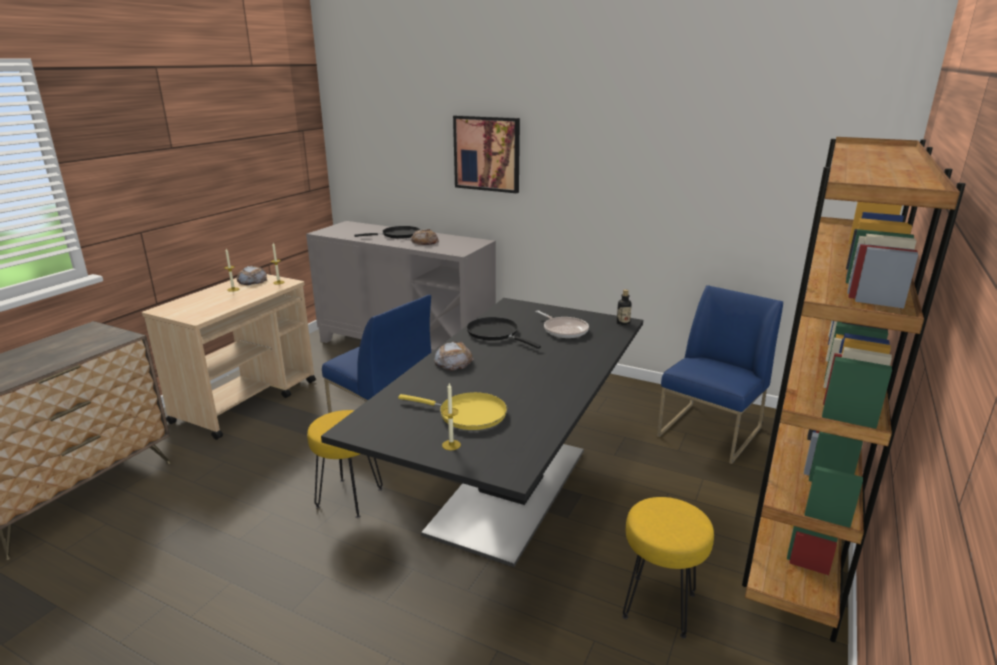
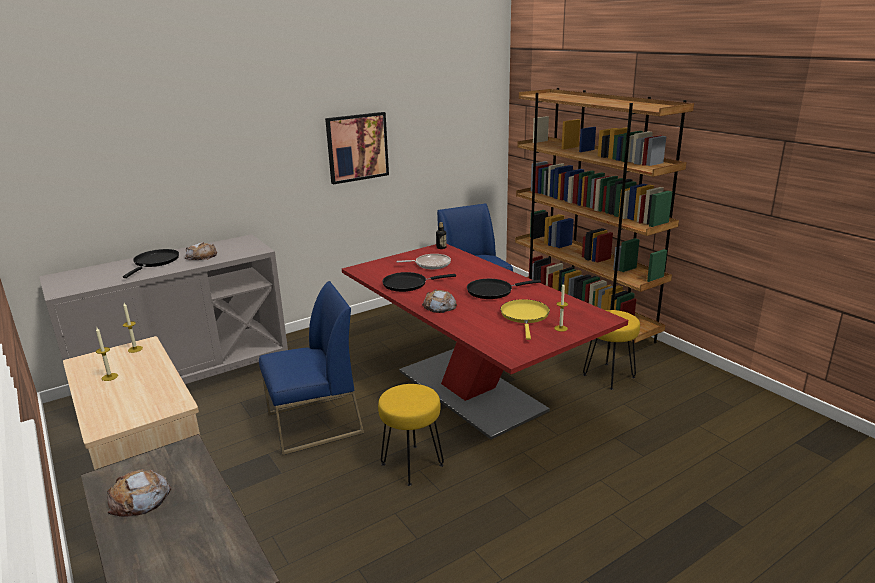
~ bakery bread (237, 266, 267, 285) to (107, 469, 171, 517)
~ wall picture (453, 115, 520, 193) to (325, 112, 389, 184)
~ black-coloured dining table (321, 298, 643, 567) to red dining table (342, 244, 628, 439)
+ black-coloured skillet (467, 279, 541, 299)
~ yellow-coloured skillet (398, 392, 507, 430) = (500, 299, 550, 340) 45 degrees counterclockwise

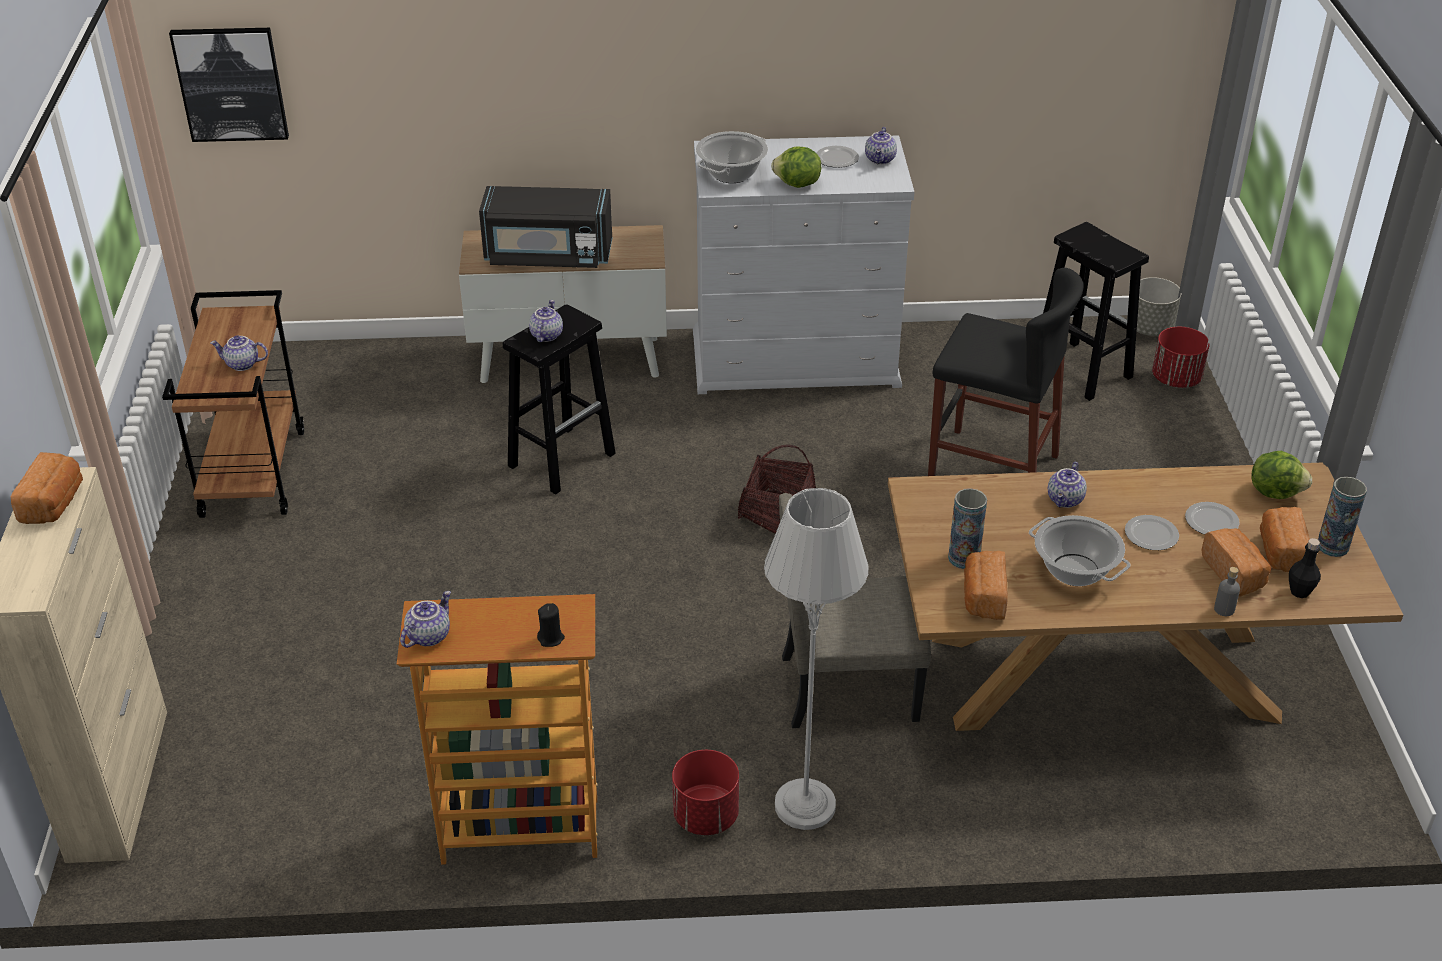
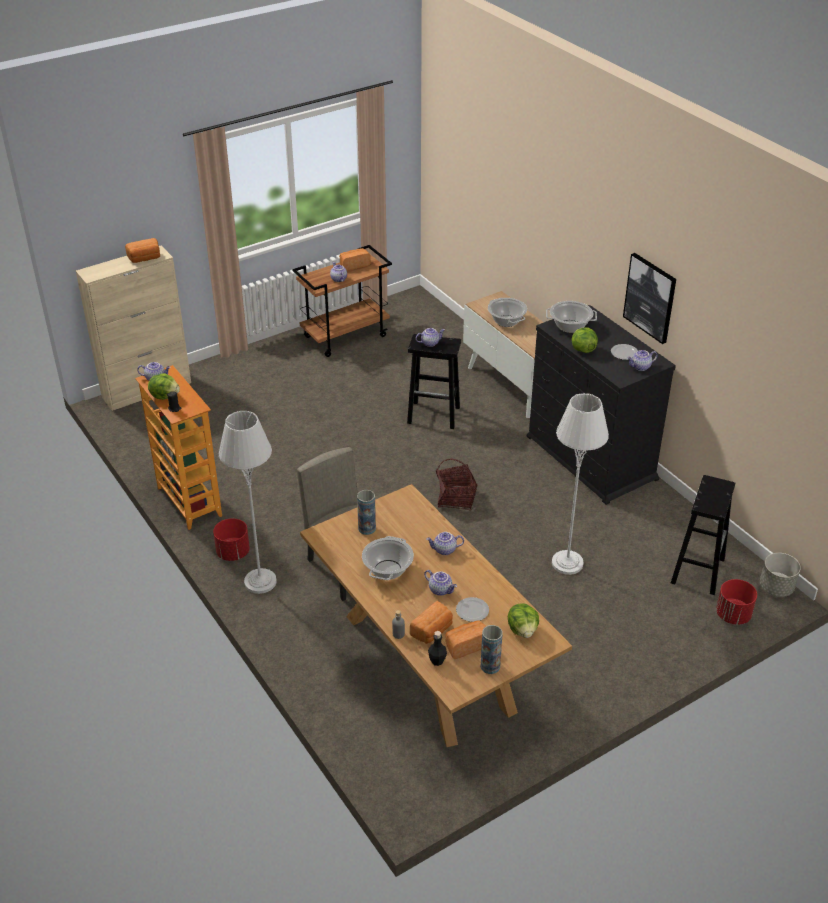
+ head of lettuce (148, 373, 180, 400)
~ bakery bread (964, 551, 1008, 620) to (339, 248, 371, 271)
~ plate (1125, 515, 1179, 550) to tea pot (424, 570, 457, 596)
~ black-coloured microwave oven (479, 186, 612, 268) to cooking pot (488, 298, 527, 327)
~ white drawer chest (693, 135, 914, 394) to black-coloured drawer chest (527, 305, 676, 505)
~ black-coloured stool (928, 268, 1083, 476) to grey floor lamp (552, 393, 609, 575)
~ wall picture (169, 28, 289, 142) to (623, 253, 676, 344)

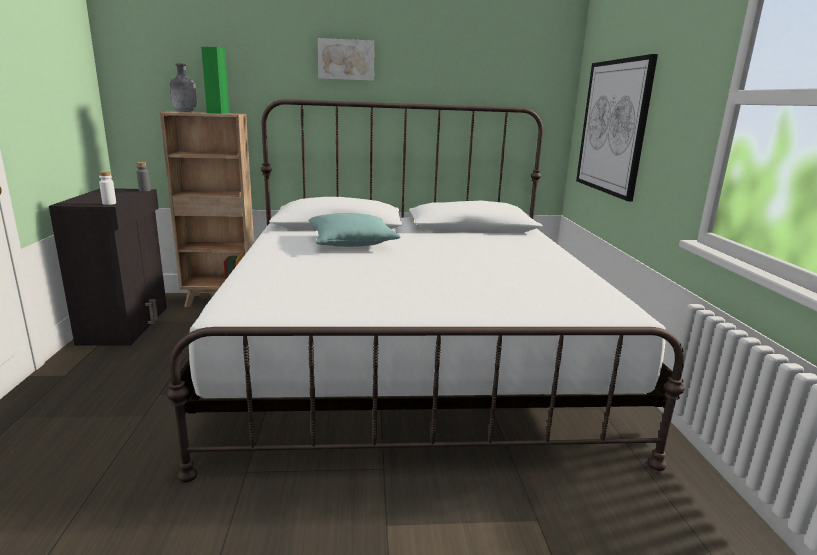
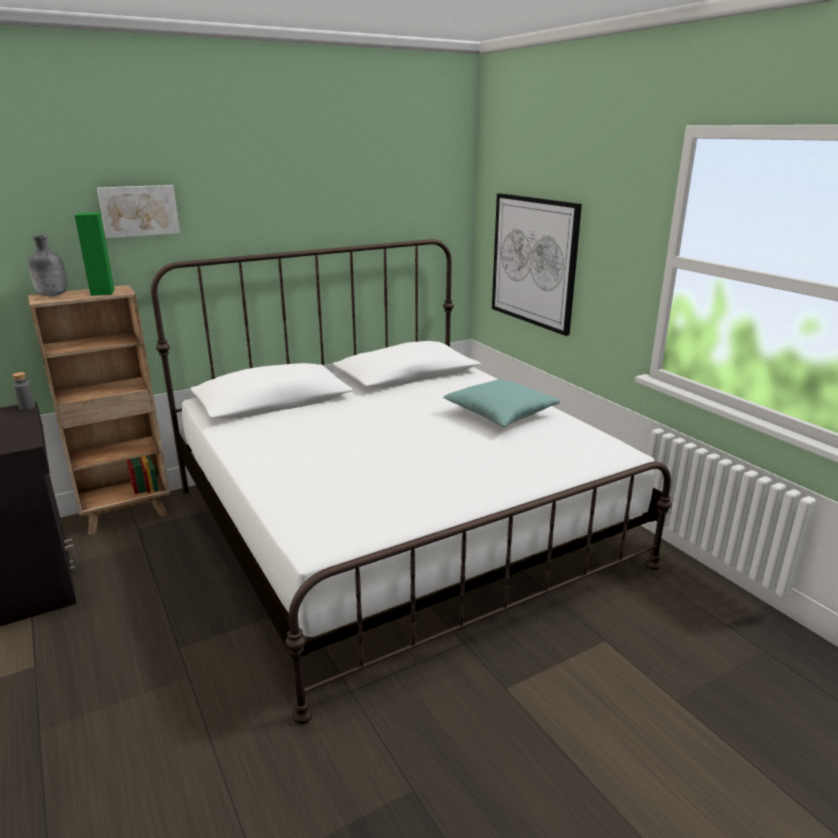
~ wall picture (318, 38, 375, 81) to (97, 185, 180, 238)
~ turquoise throw pillow (308, 213, 400, 247) to (443, 379, 560, 427)
- white bottle (99, 171, 116, 205)

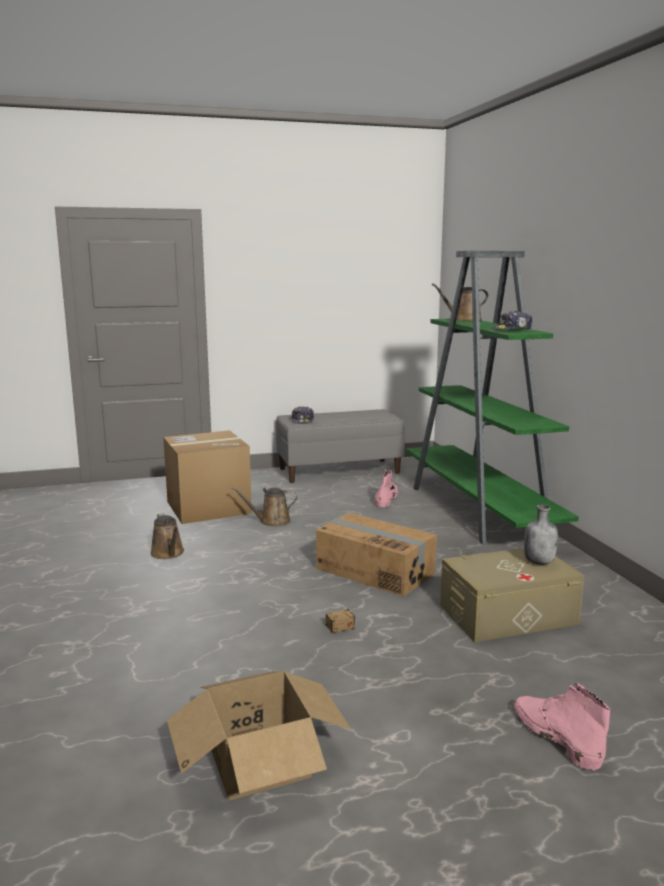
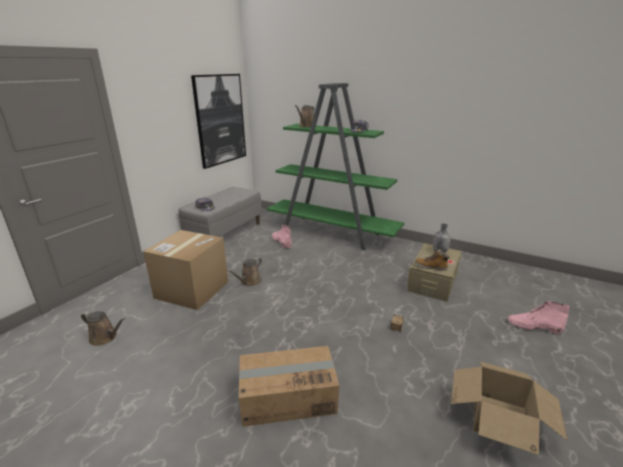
~ brown watering pot (150, 513, 184, 559) to (81, 311, 125, 346)
+ wall picture (191, 74, 246, 169)
~ packing box (316, 513, 437, 597) to (239, 346, 339, 427)
+ tall boot (415, 249, 449, 271)

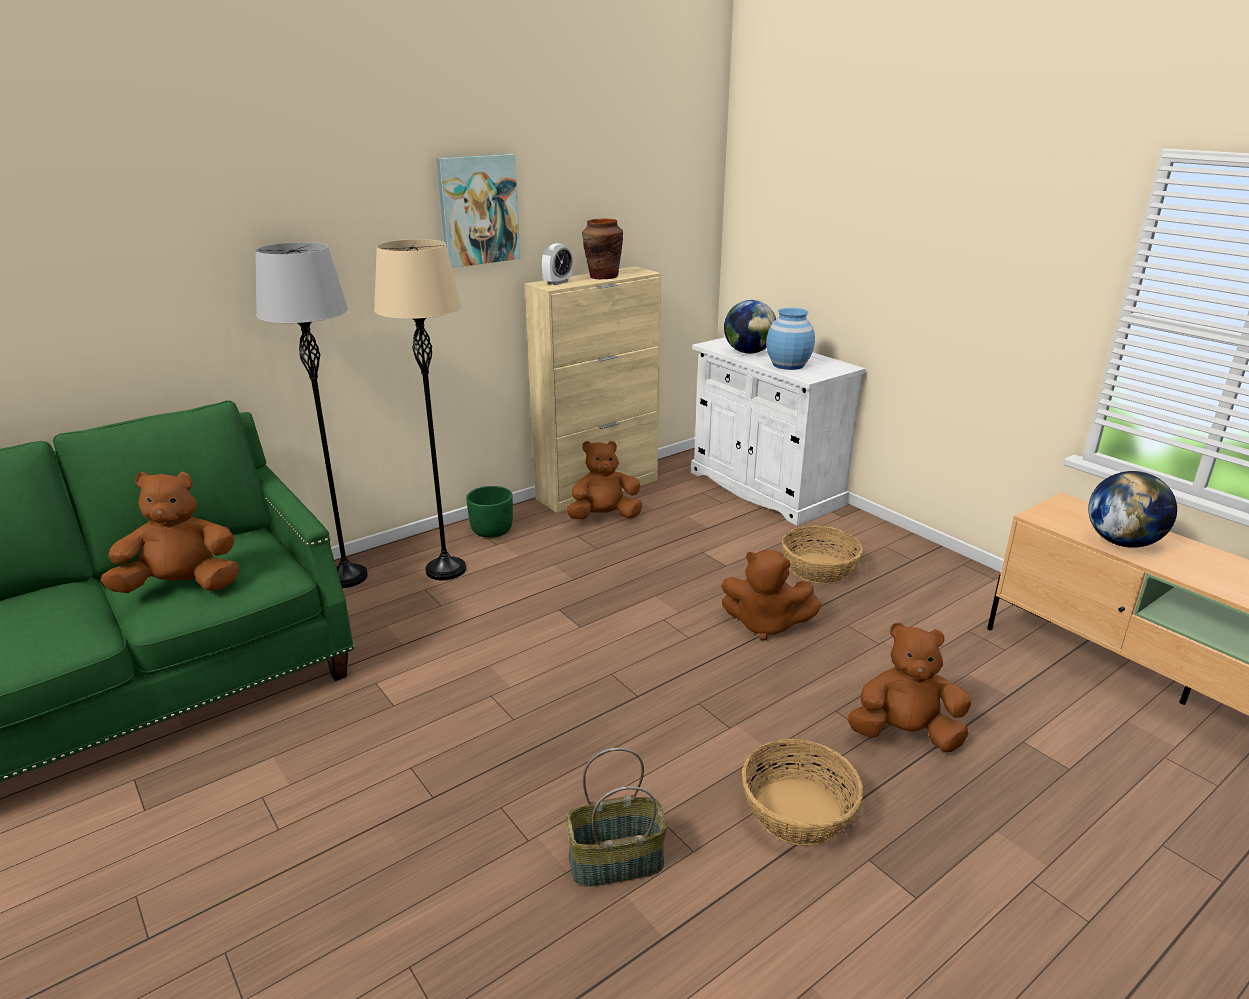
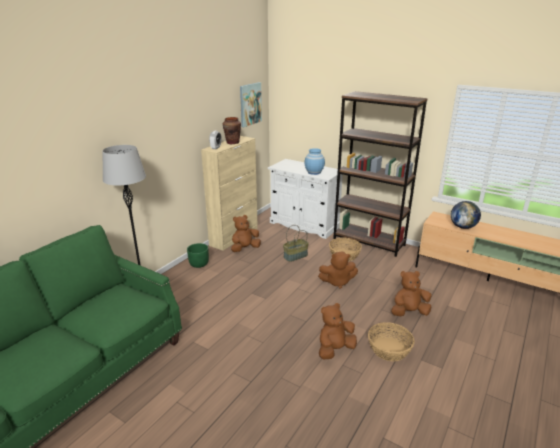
~ wall picture (437, 154, 520, 268) to (240, 82, 262, 127)
~ household basket (565, 748, 668, 887) to (283, 225, 309, 262)
~ brown cuddly toy (100, 471, 240, 593) to (319, 303, 357, 359)
+ brown bookshelf (333, 91, 428, 257)
- beige-coloured floor lamp (374, 239, 466, 581)
- desk globe (724, 300, 776, 354)

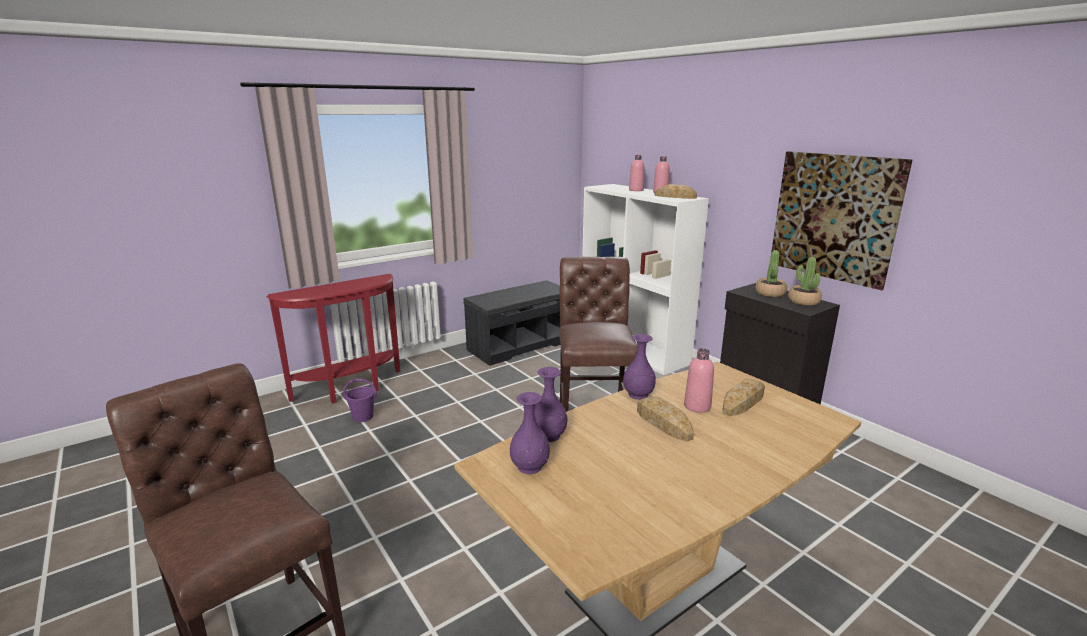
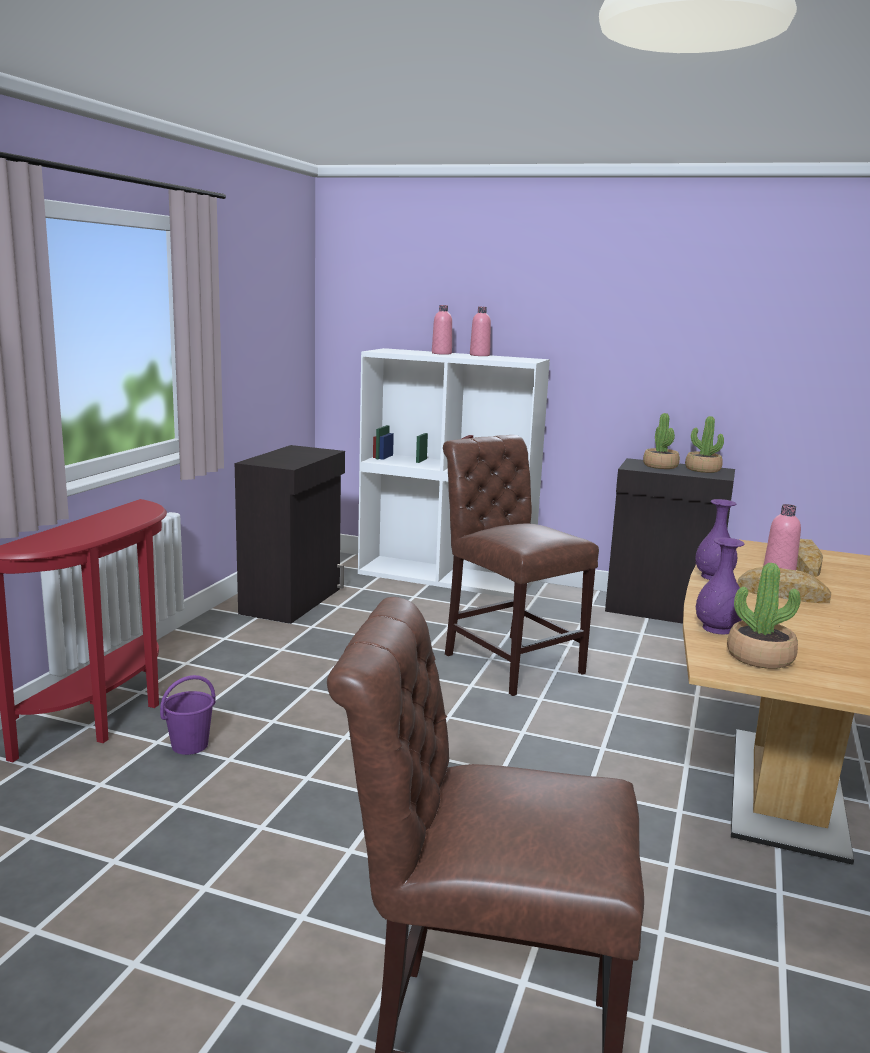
~ grey long seat (463, 280, 561, 366) to black-coloured storage cabinet (235, 445, 345, 624)
~ purple-coloured vase (510, 392, 550, 474) to potted plant (727, 563, 801, 669)
- bakery bread (655, 184, 697, 199)
- wall picture (770, 151, 913, 290)

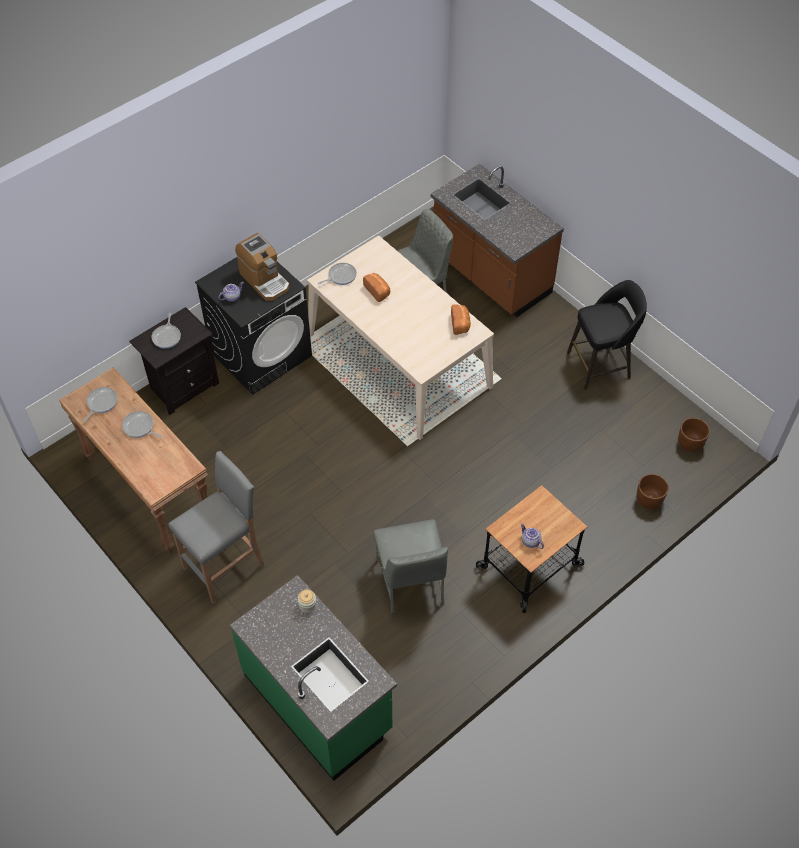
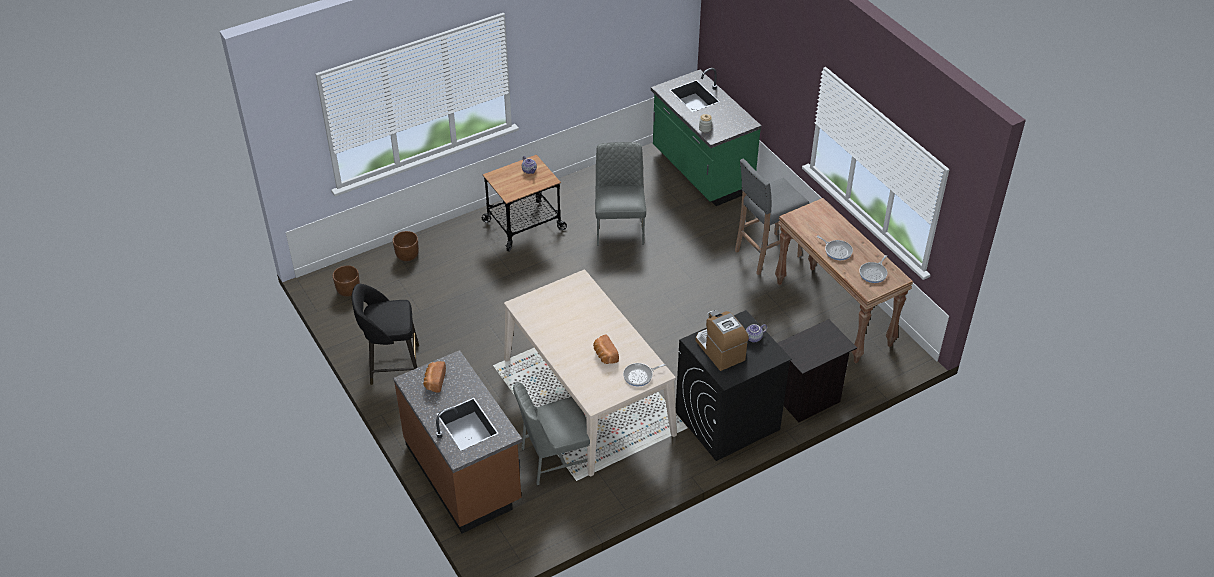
~ bakery bread (451, 304, 471, 335) to (423, 361, 446, 393)
- skillet (151, 313, 181, 349)

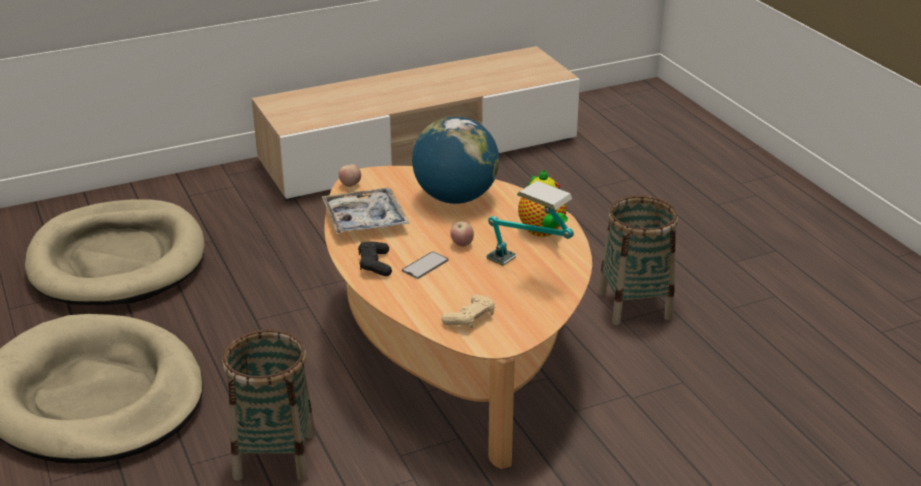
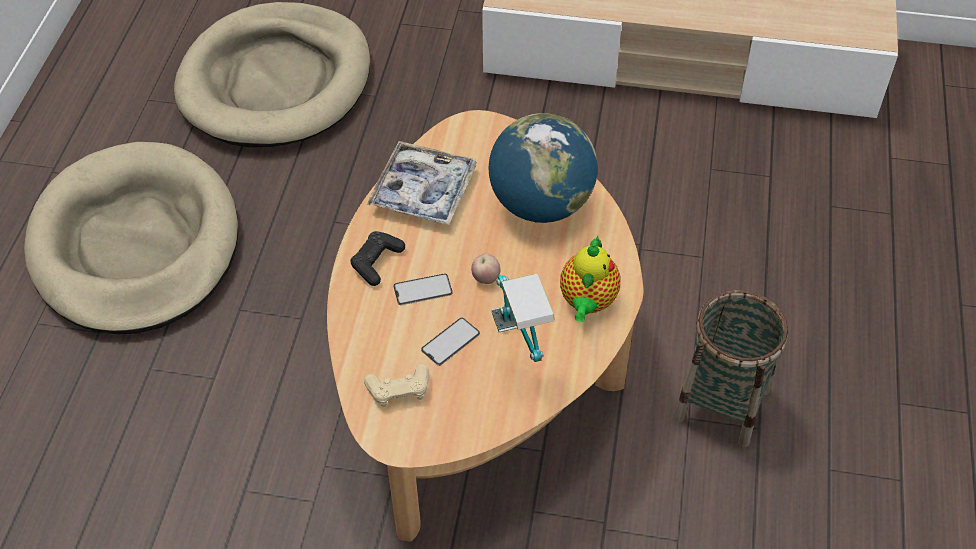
+ handset (421, 317, 480, 366)
- household basket (222, 329, 316, 481)
- whole apple (339, 164, 361, 187)

